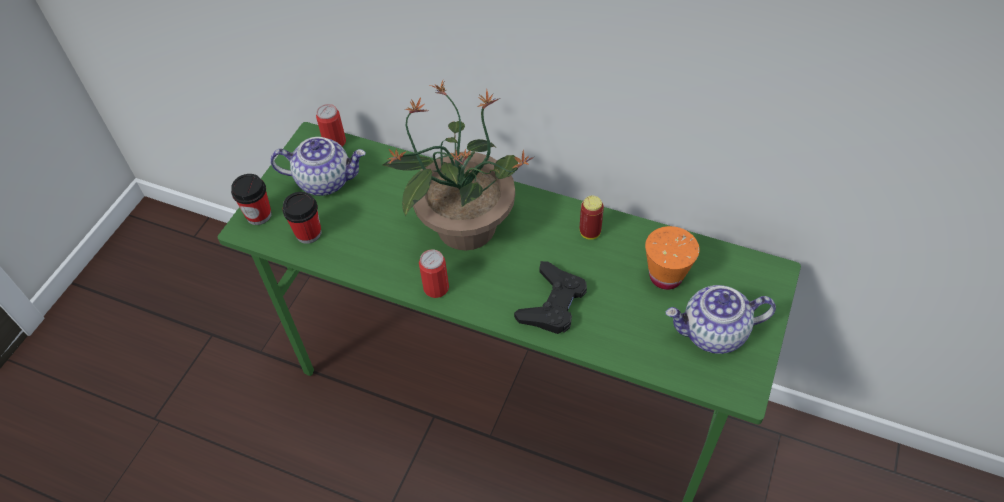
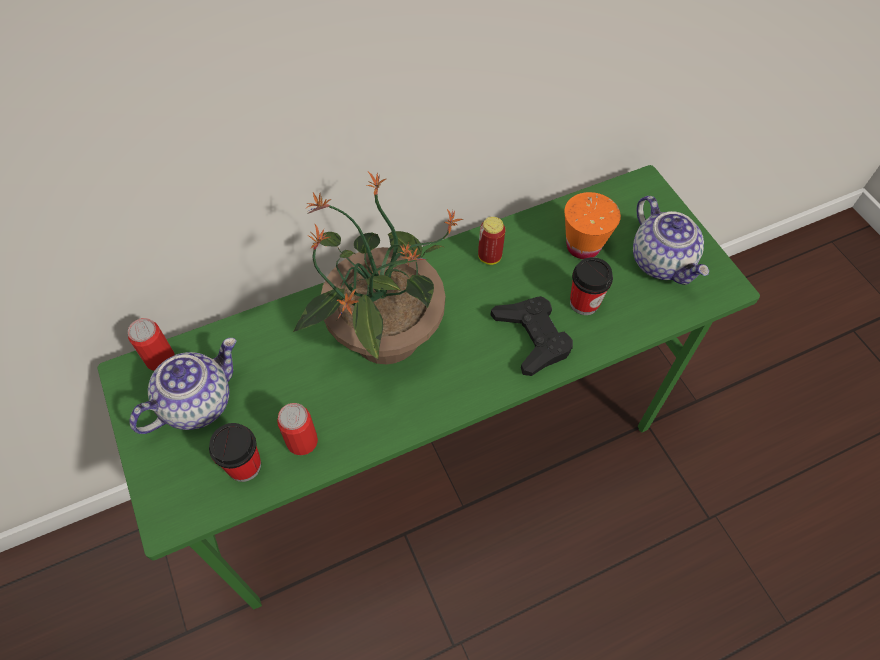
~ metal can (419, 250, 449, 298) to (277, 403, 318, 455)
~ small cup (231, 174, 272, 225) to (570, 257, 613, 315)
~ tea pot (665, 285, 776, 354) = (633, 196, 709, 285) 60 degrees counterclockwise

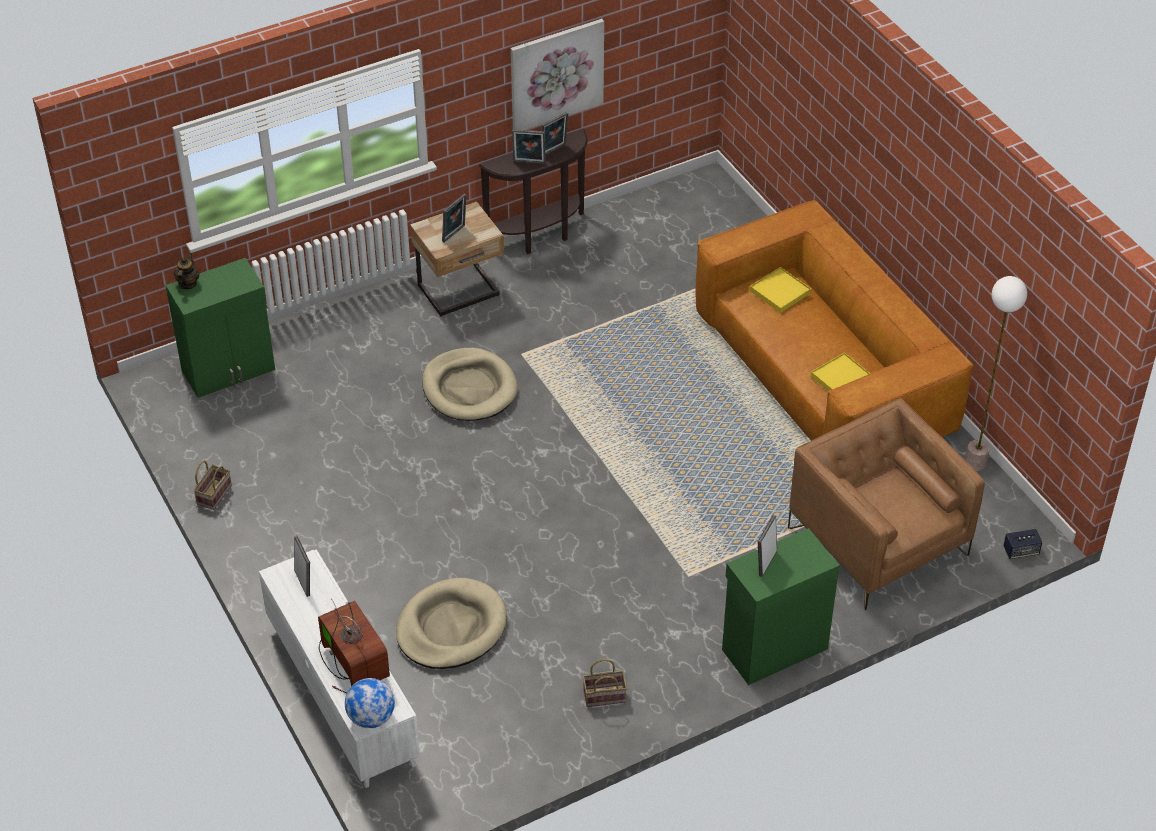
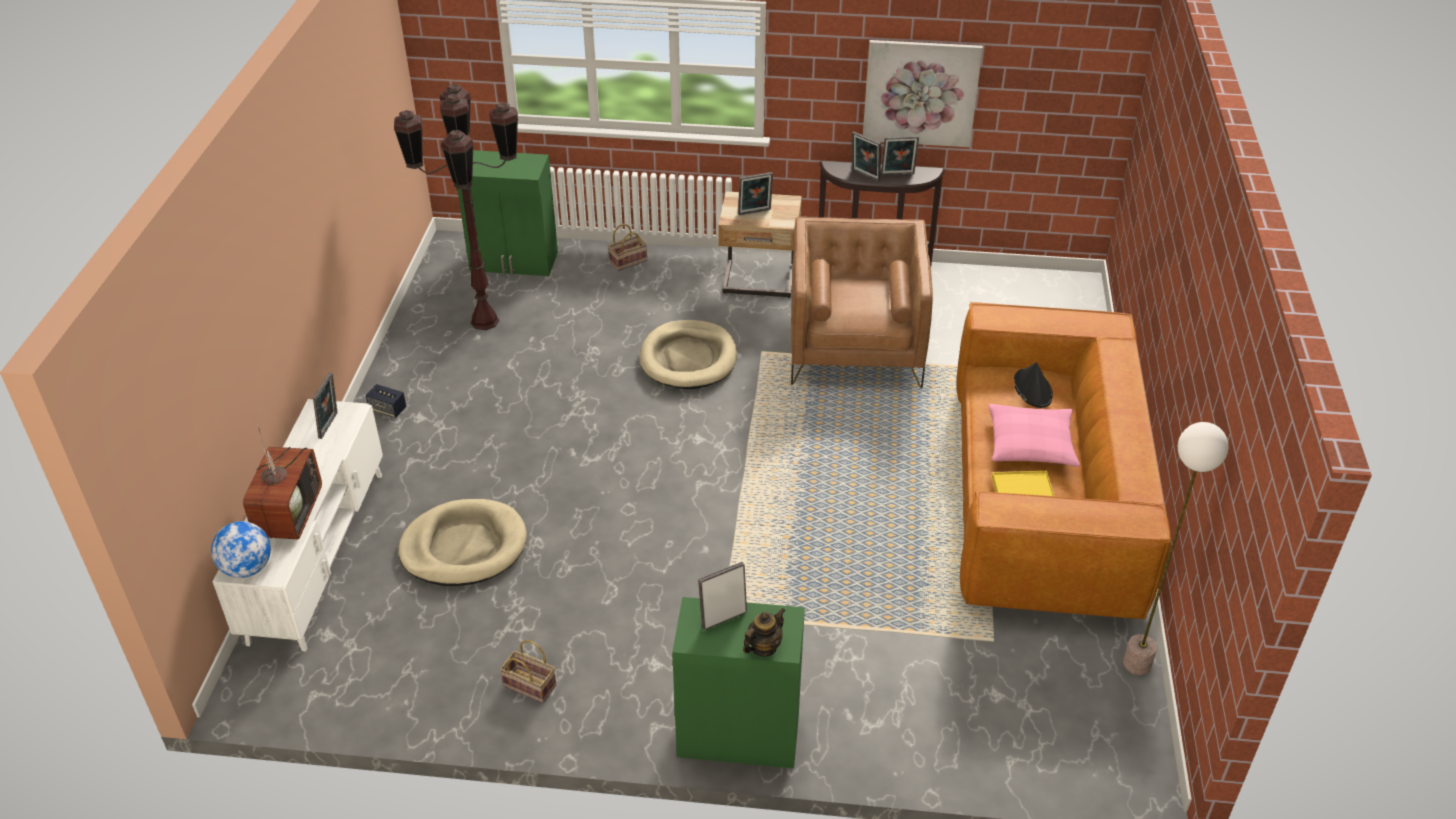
~ audio speaker (1003, 529, 1042, 559) to (366, 384, 406, 418)
+ brown floor lamp (394, 84, 518, 330)
~ household basket (193, 461, 232, 510) to (608, 224, 647, 271)
~ tea pot (174, 253, 199, 290) to (743, 608, 786, 657)
~ brown easy chair (788, 398, 985, 610) to (791, 217, 933, 388)
+ pink-coloured throw pillow (988, 404, 1080, 467)
~ yellow-coloured tray (750, 267, 811, 313) to black-coloured clothing hat (1014, 362, 1053, 408)

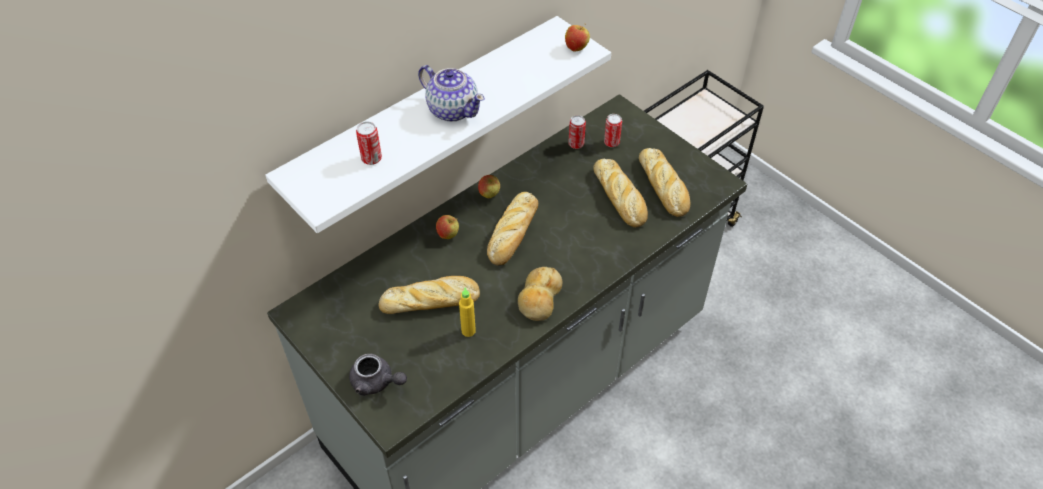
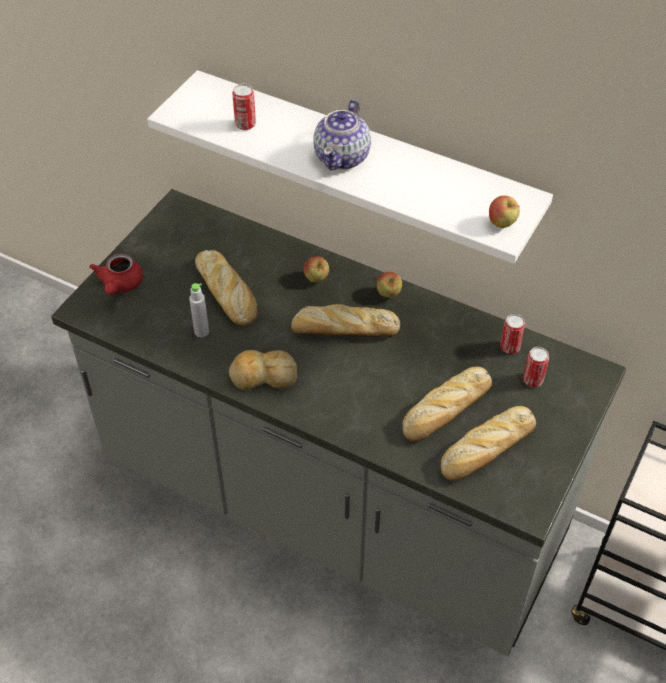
~ grey tea pot (349, 354, 407, 396) to red tea pot (89, 254, 143, 295)
~ yellow-coloured bottle (459, 288, 476, 337) to grey bottle (189, 283, 209, 337)

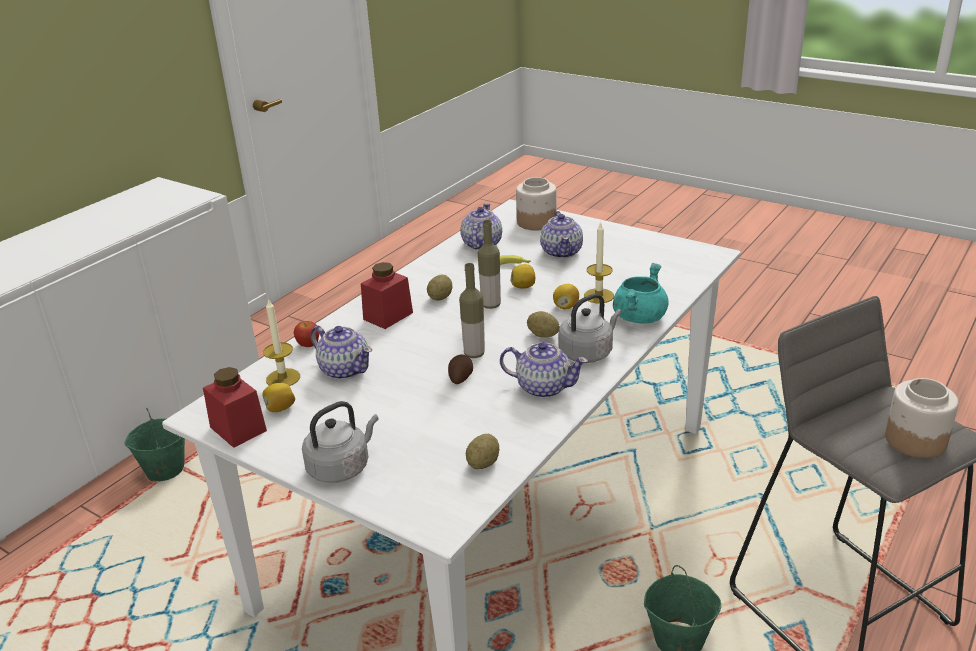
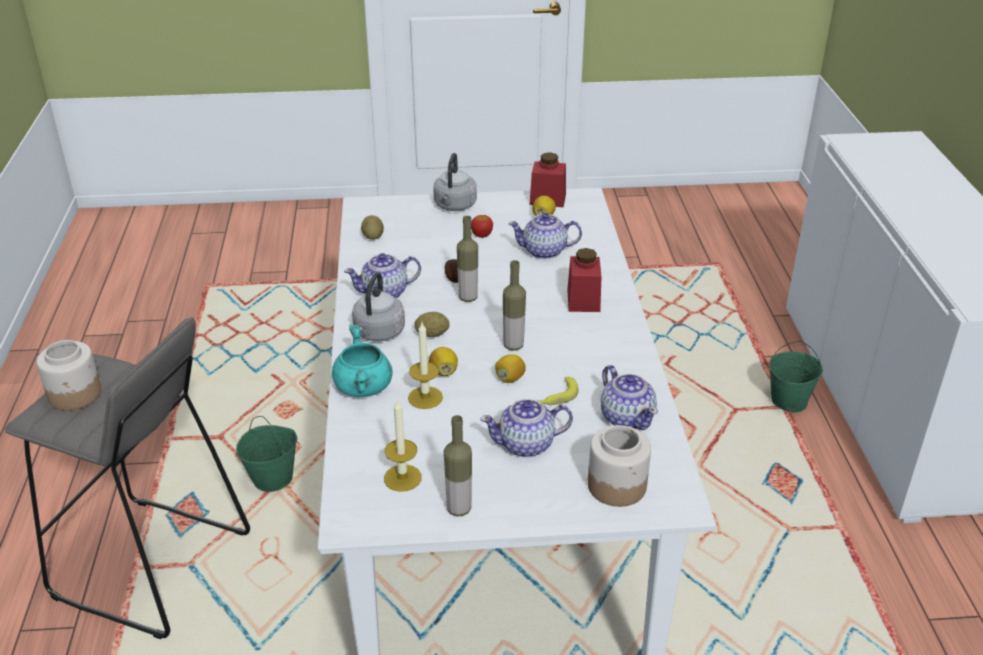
~ wax candle (263, 298, 300, 386) to (384, 398, 422, 492)
+ bottle (444, 415, 472, 517)
~ whole apple (294, 321, 319, 347) to (471, 215, 493, 238)
~ tea pot (540, 211, 583, 259) = (480, 399, 573, 457) 60 degrees counterclockwise
- whole potato (427, 274, 452, 300)

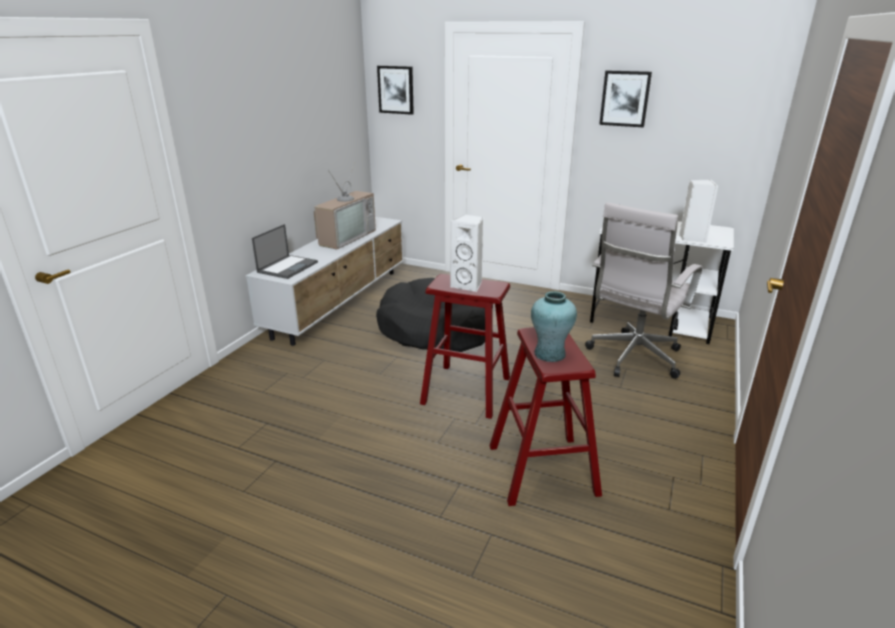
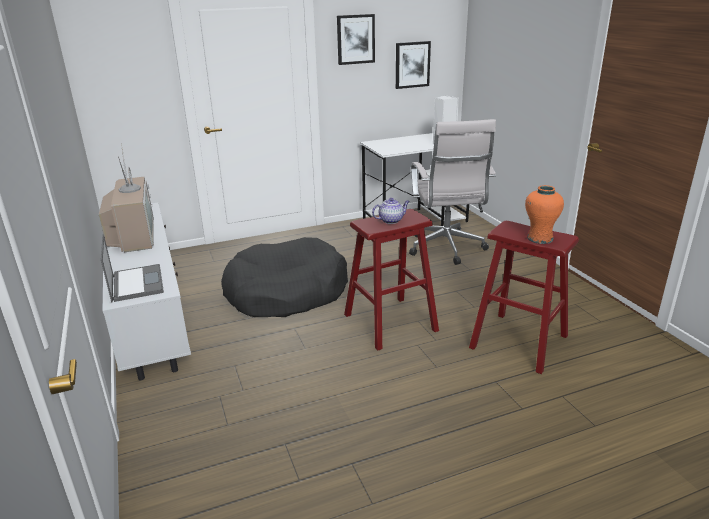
~ white audio speaker (450, 214, 484, 292) to tea pot (372, 198, 410, 224)
~ wall picture (377, 66, 414, 115) to (396, 41, 431, 89)
~ turquoise vase (531, 291, 577, 362) to orangey vase (525, 185, 564, 244)

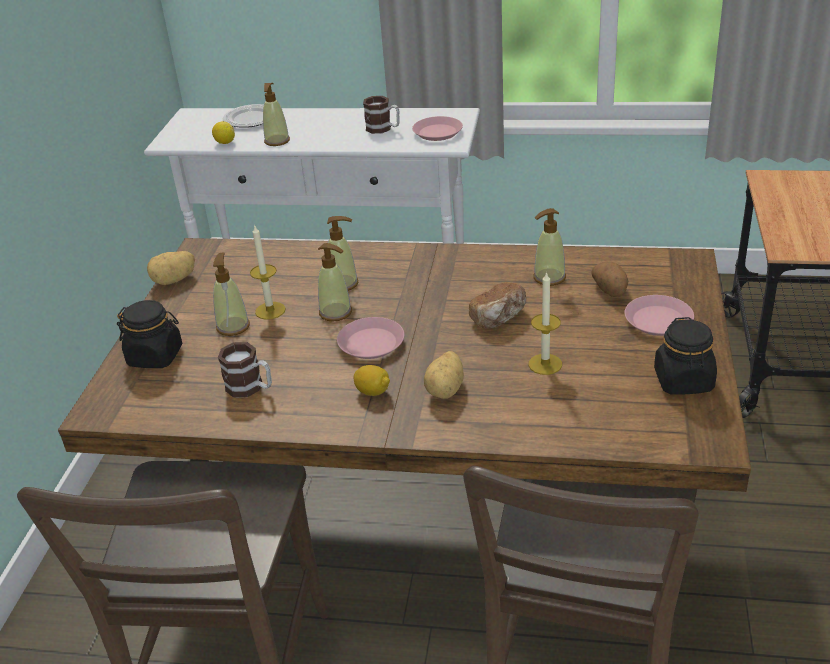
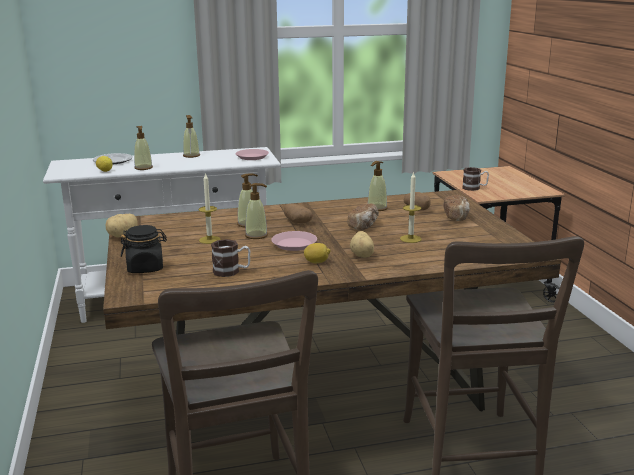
~ liquid soap bottle (213, 253, 250, 336) to (183, 115, 200, 158)
+ whole potato (284, 204, 313, 223)
~ pink-coloured plate (624, 295, 694, 336) to bakery bread (443, 195, 470, 221)
~ coffee mug (363, 96, 400, 134) to (462, 167, 489, 191)
- black-coloured jar (654, 317, 717, 395)

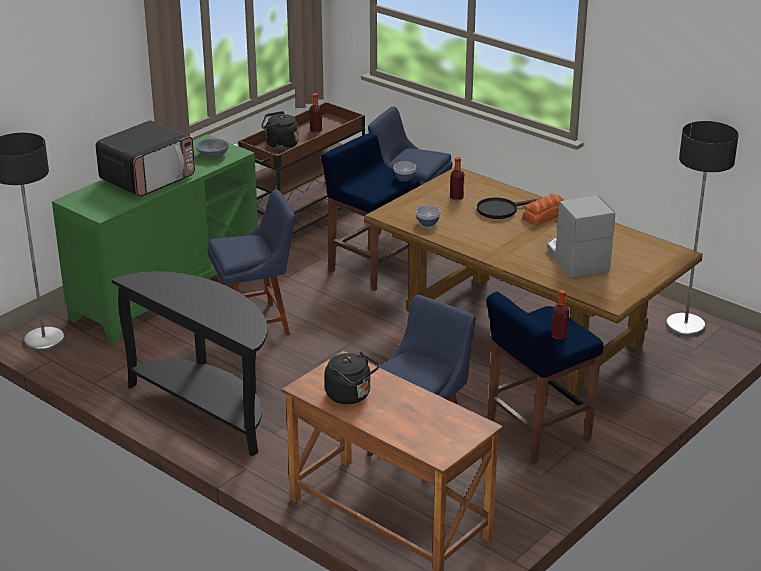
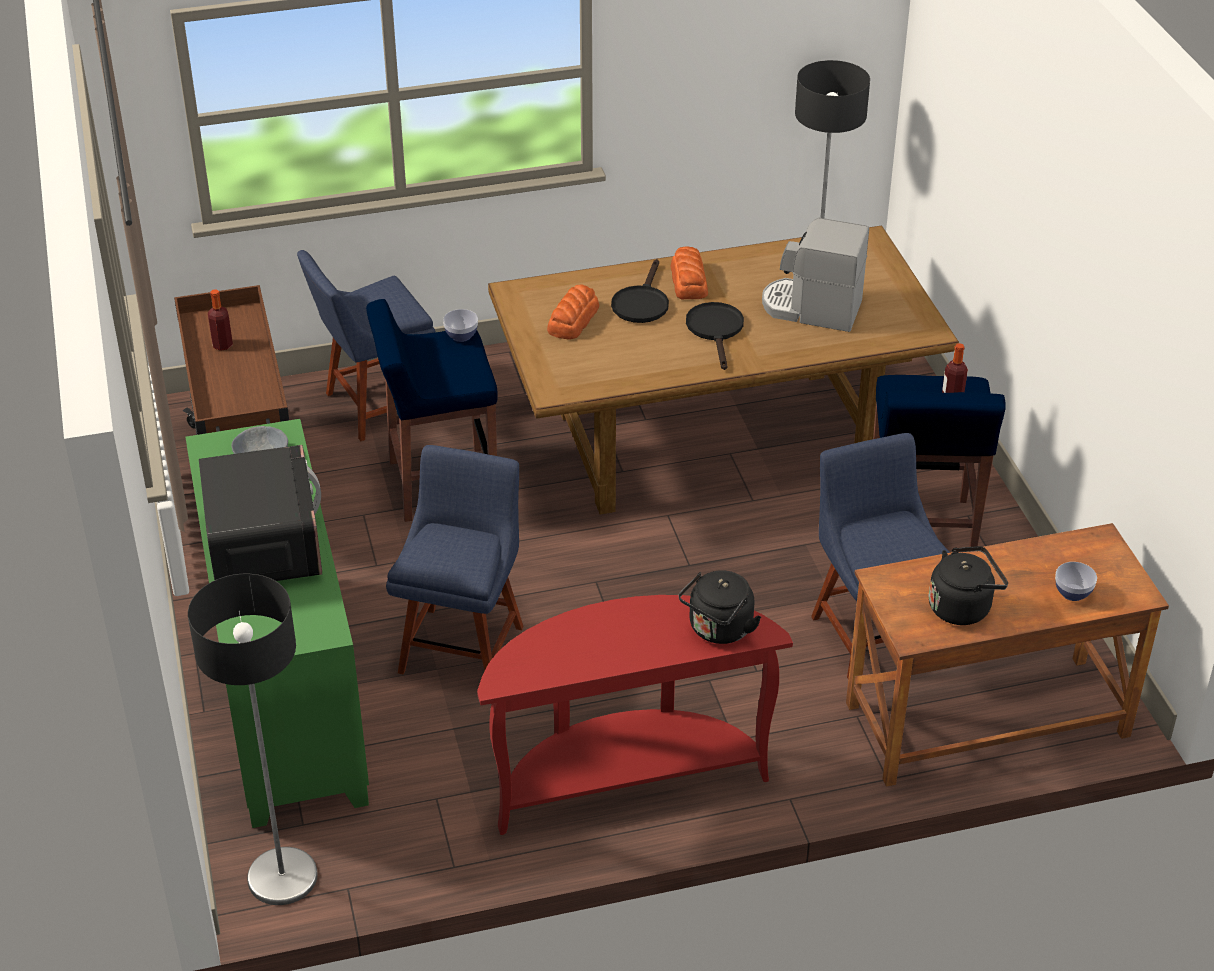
~ black-coloured console table (112, 271, 268, 457) to red console table (477, 595, 793, 835)
~ bottle (450, 157, 464, 200) to bakery bread (547, 285, 600, 340)
~ black-coloured water kettle (261, 111, 299, 149) to (679, 570, 761, 644)
+ black-coloured skillet (686, 302, 744, 370)
~ serving bowl (416, 205, 440, 227) to (1055, 562, 1097, 601)

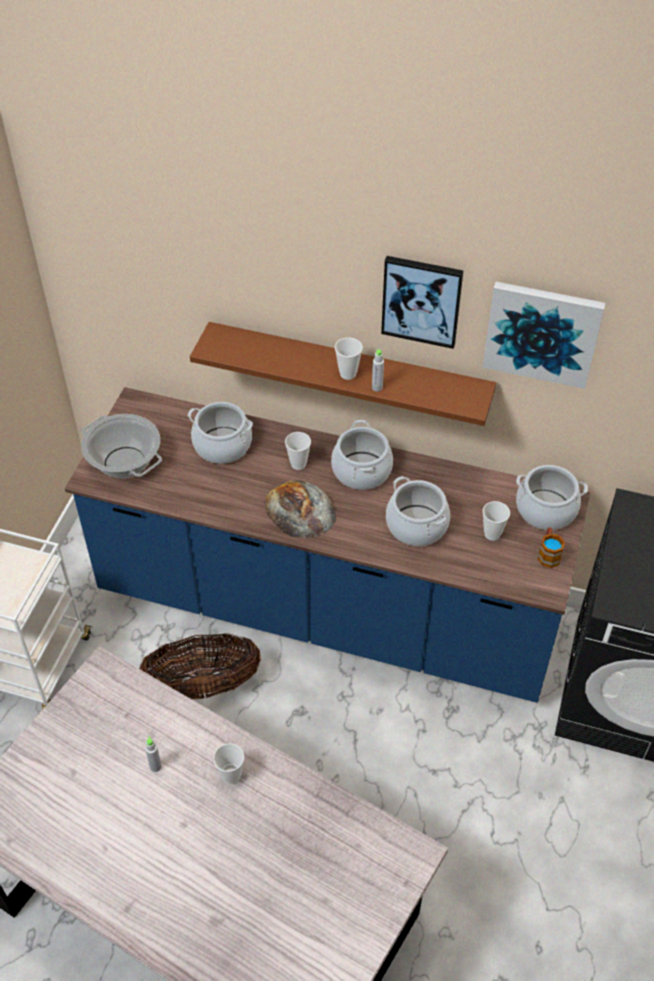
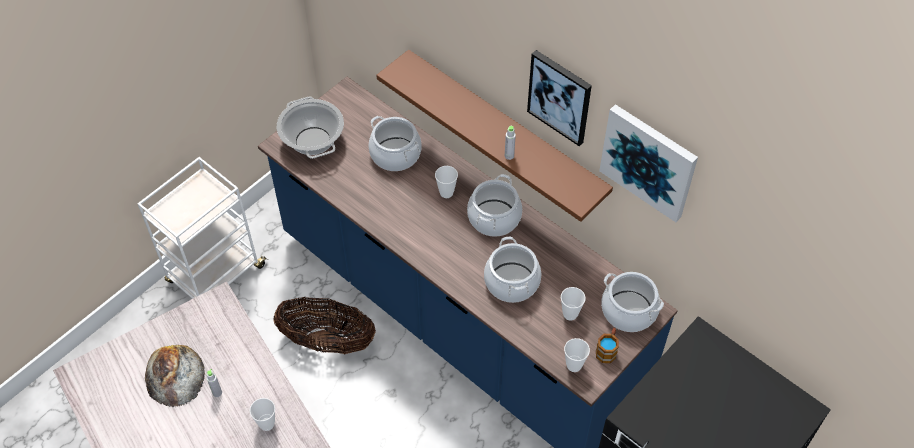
~ bakery bread (264, 480, 336, 539) to (145, 345, 205, 407)
~ small cup (335, 338, 363, 380) to (564, 338, 590, 372)

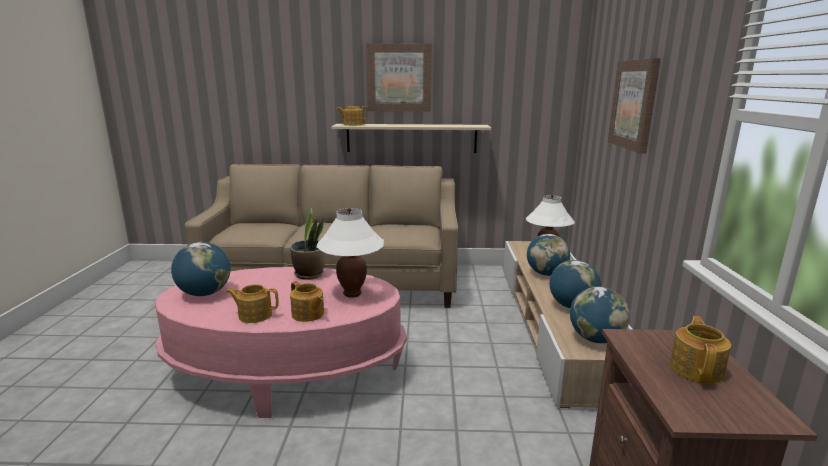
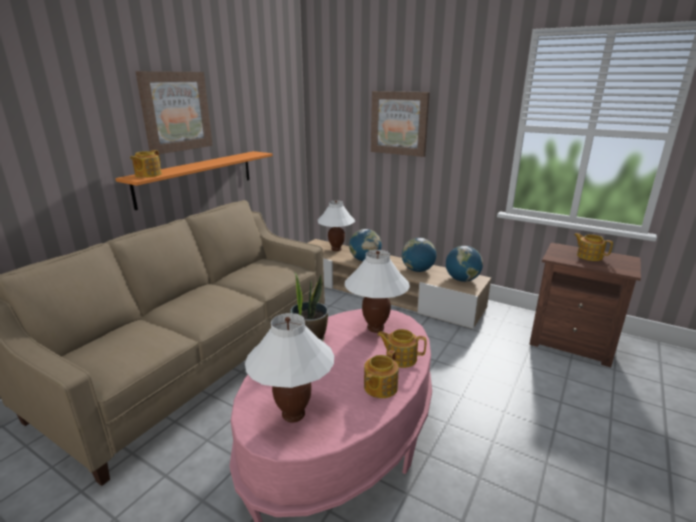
~ beige-coloured wall shelf (331, 124, 491, 153) to orangey wall shelf (115, 151, 273, 210)
~ desk globe (171, 242, 231, 296) to white table lamp (245, 313, 334, 423)
~ tea pot (290, 281, 324, 322) = (377, 329, 426, 368) 150 degrees counterclockwise

